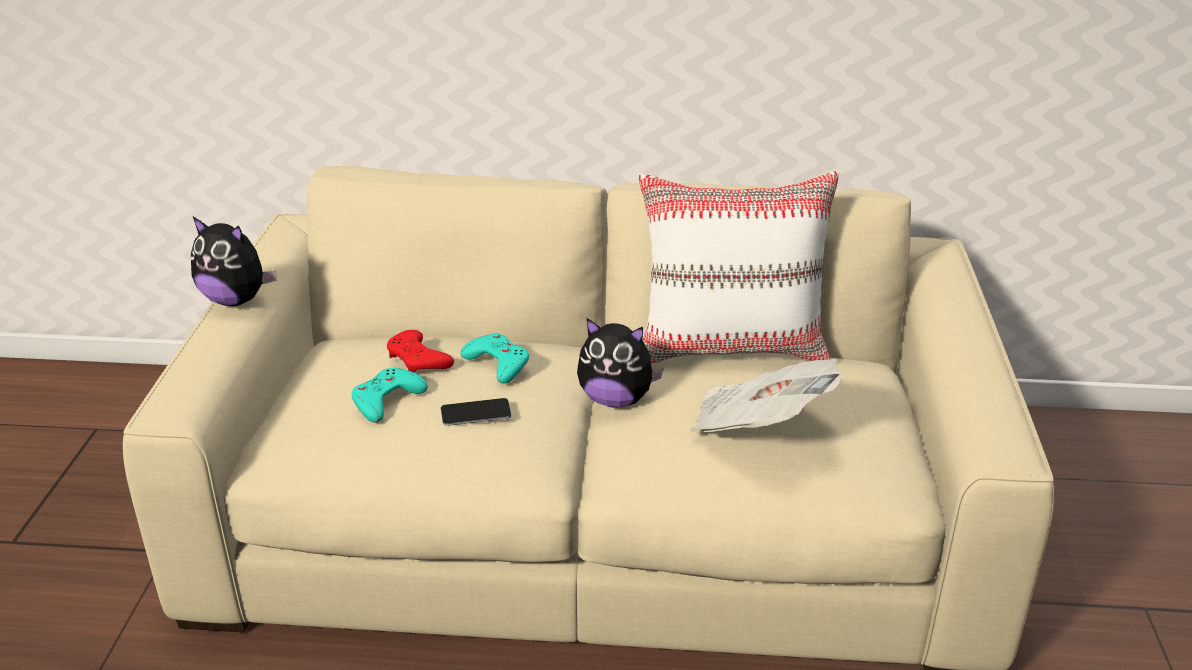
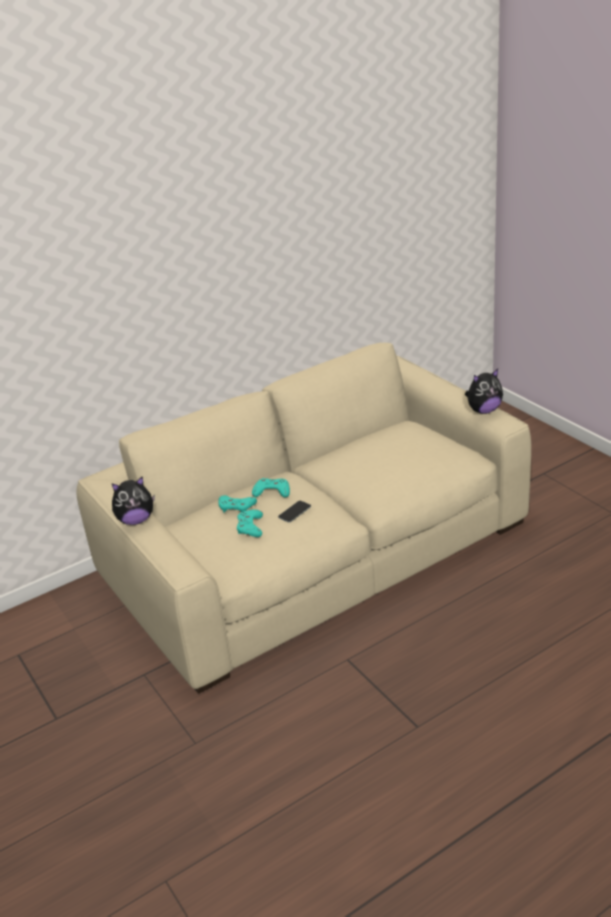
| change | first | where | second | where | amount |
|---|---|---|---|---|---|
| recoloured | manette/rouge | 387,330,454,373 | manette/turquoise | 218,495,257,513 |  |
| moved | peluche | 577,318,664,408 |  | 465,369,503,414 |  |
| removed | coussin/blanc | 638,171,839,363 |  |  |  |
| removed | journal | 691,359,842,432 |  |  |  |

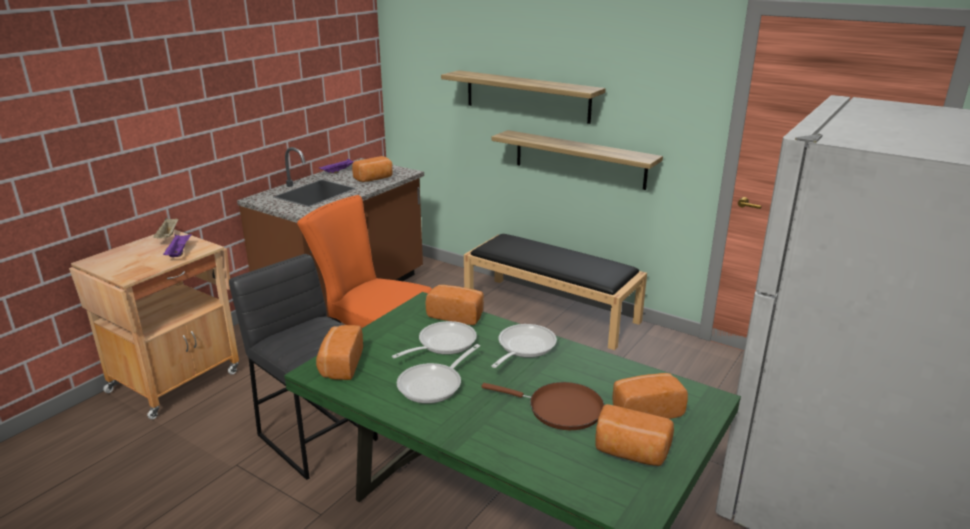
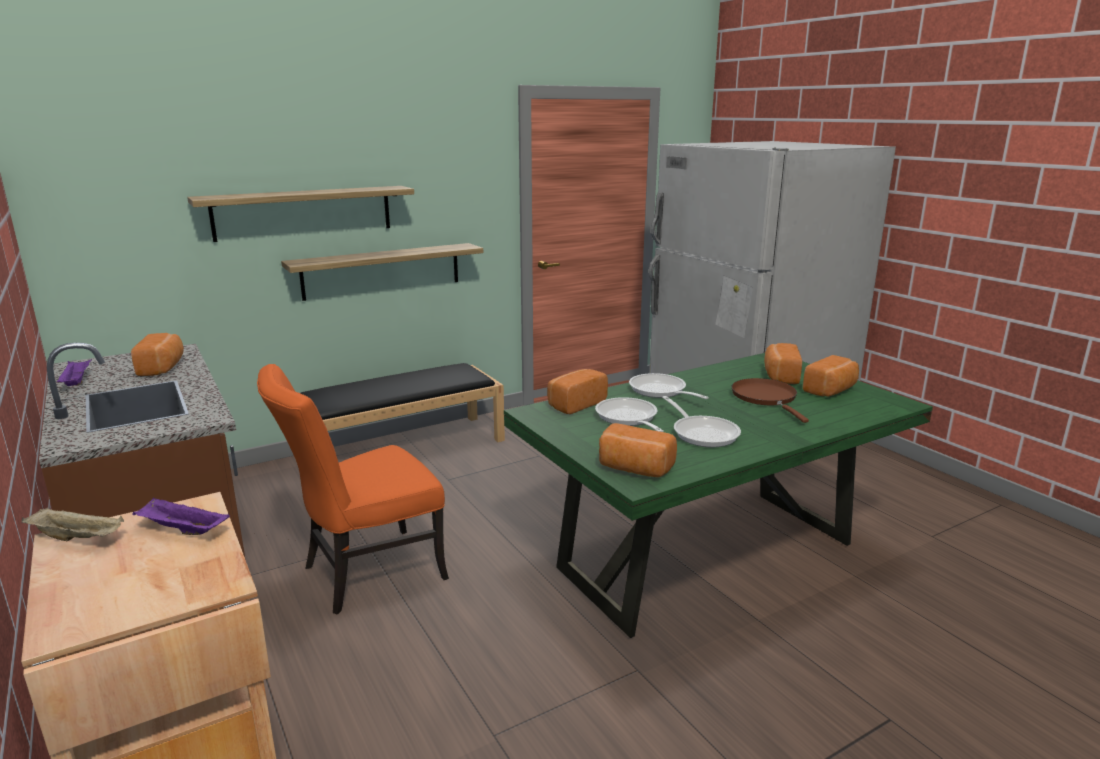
| change | first | where | second | where | amount |
|---|---|---|---|---|---|
| removed | tabouret/gris | 229,254,378,480 |  |  |  |
| turned | poêle/marron | 481,382,604,430 |  | 732,378,809,423 | 60 degrees counterclockwise |

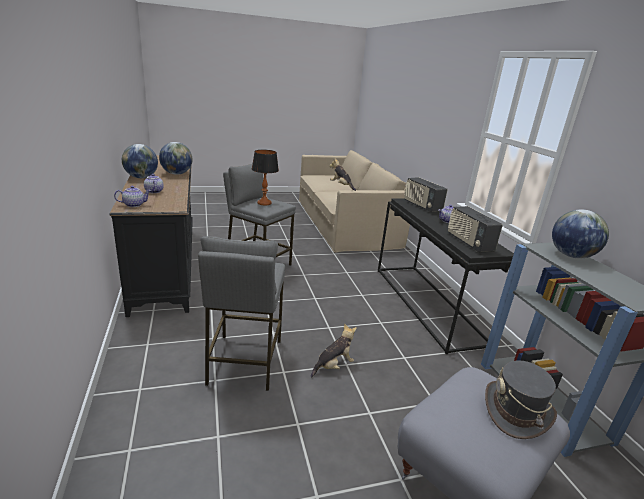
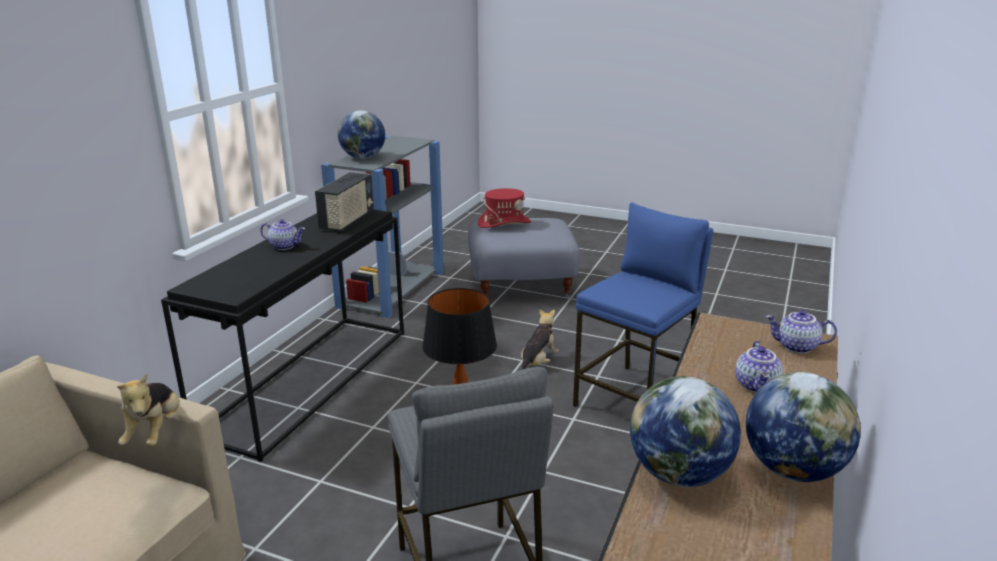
| change | first | where | second | where | amount |
|---|---|---|---|---|---|
| recoloured | tabouret/gris | 198,236,285,391 | tabouret/bleu | 573,202,713,407 |  |
| turned | peluche | 311,323,357,378 |  | 521,309,559,370 | 120 degrees clockwise |
| removed | radio | 404,177,448,212 |  |  |  |
| recoloured | chapeau/gris | 485,360,557,439 | chapeau/rouge | 478,188,531,228 |  |

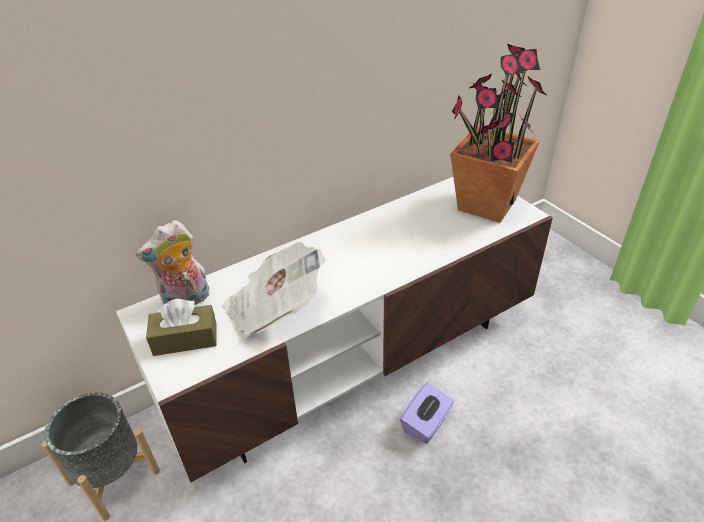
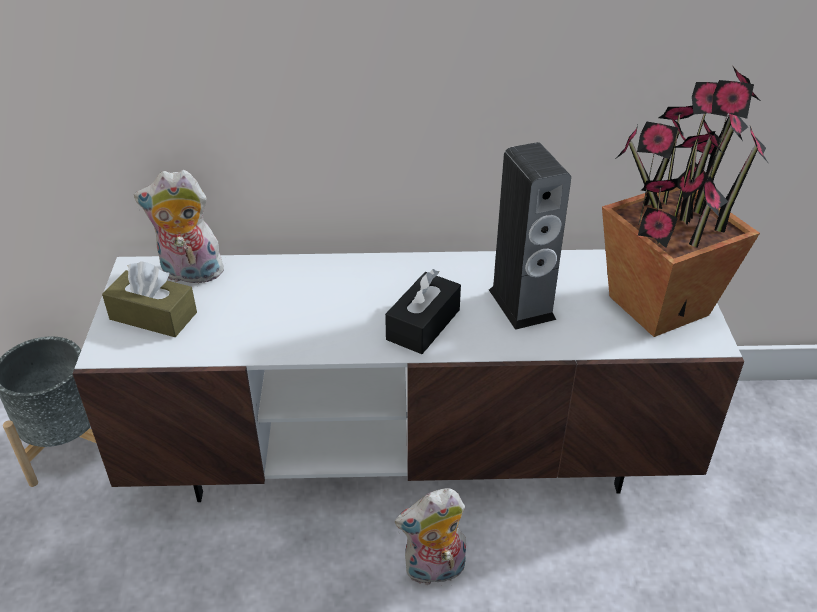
| change | first | where | second | where | amount |
|---|---|---|---|---|---|
| removed | journal | 223,242,325,338 |  |  |  |
| replaced | boîte à mouchoirs/violet | 400,382,454,444 | peluche | 395,488,466,585 |  |
| added |  |  | boîte à mouchoirs/noir | 385,269,461,354 |  |
| added |  |  | enceinte | 489,142,571,330 |  |

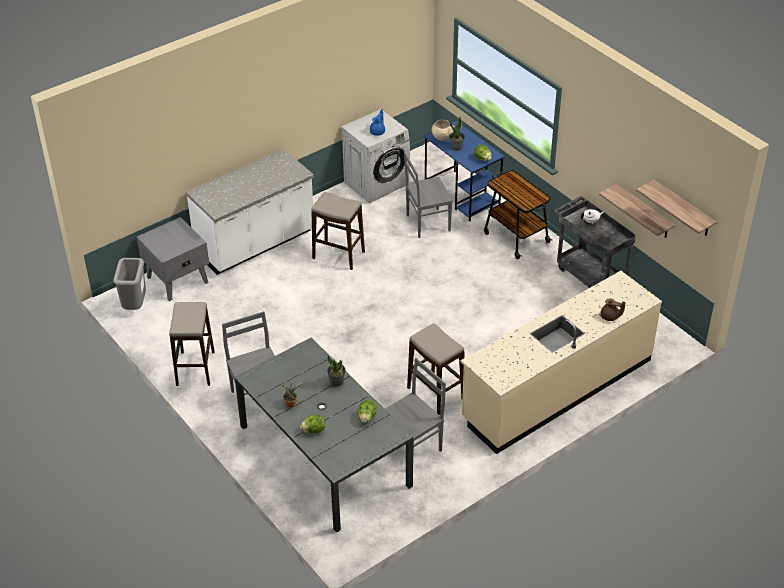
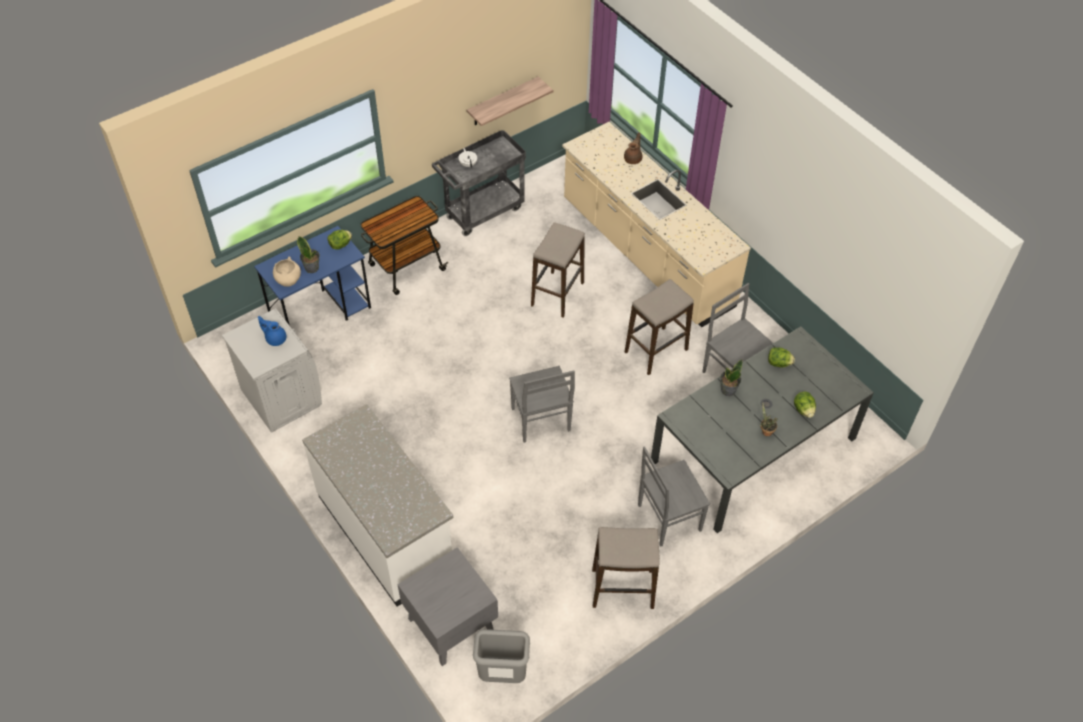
| change | first | where | second | where | amount |
|---|---|---|---|---|---|
| moved | tabouret | 312,192,365,270 |  | 531,222,585,318 |  |
| moved | chaise/gris | 404,152,453,238 |  | 509,366,575,443 |  |
| removed | étagère | 636,180,717,236 |  |  |  |

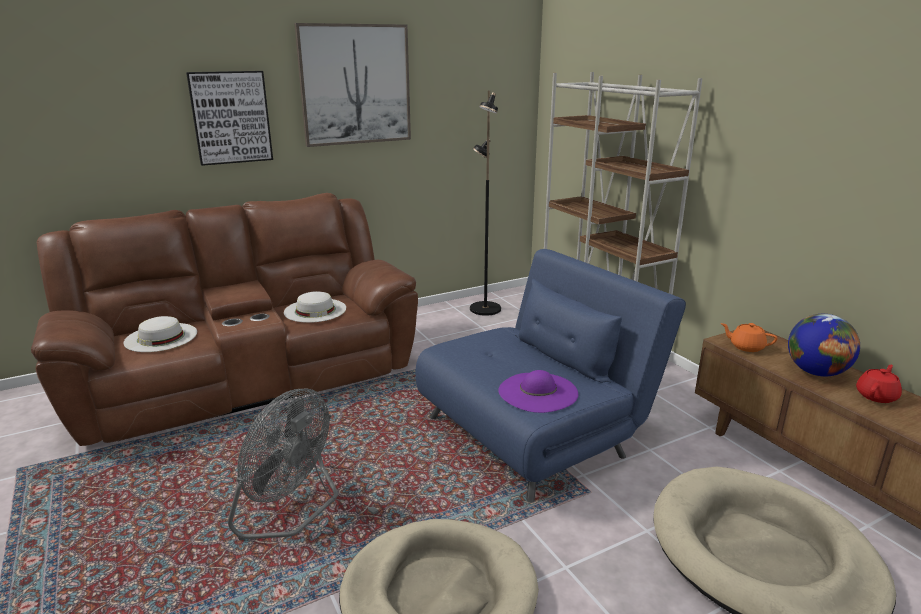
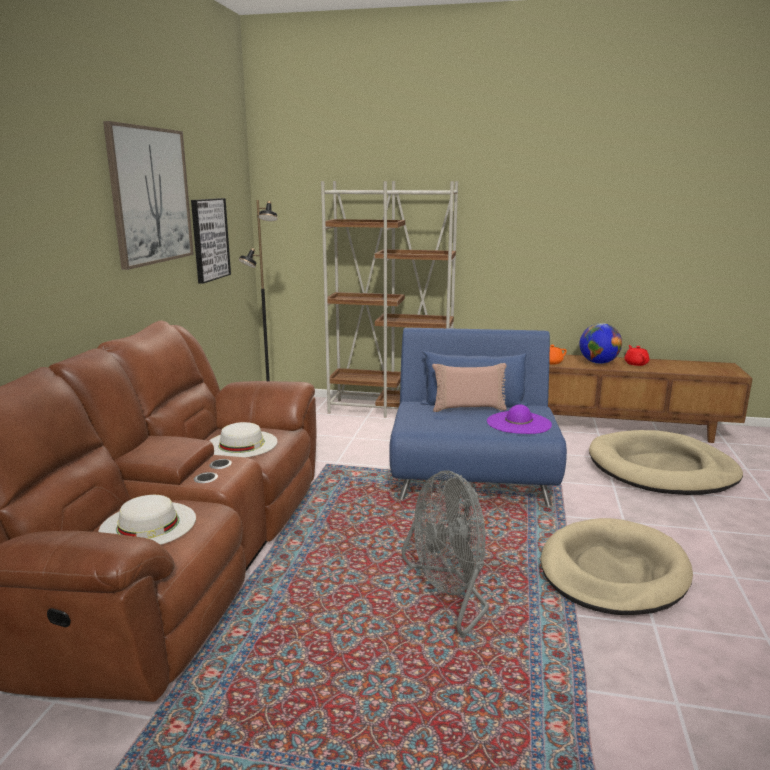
| change | first | where | second | where | amount |
|---|---|---|---|---|---|
| moved | tableau | 186,71,273,166 |  | 191,198,231,284 |  |
| added |  |  | coussin/beige | 432,363,507,412 |  |

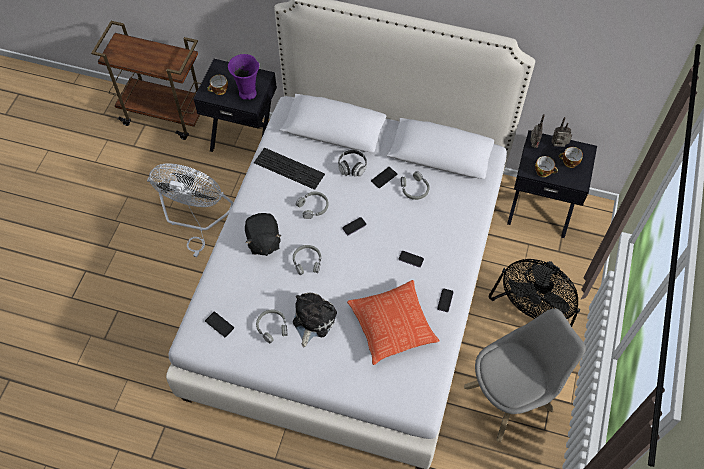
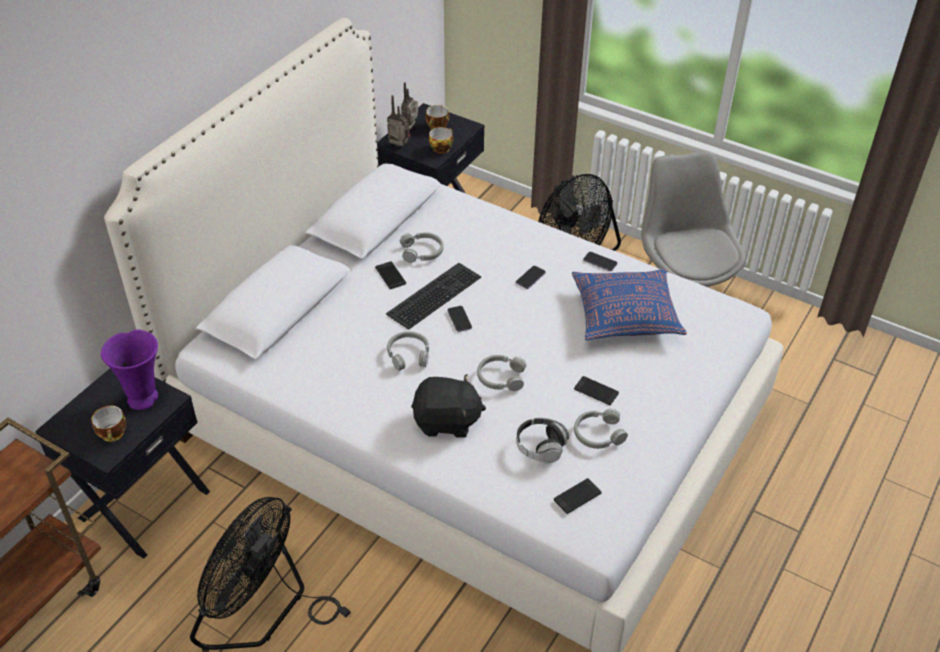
| change | first | where | second | where | amount |
|---|---|---|---|---|---|
| recoloured | ventilateur/blanc | 147,164,233,257 | ventilateur/noir | 190,497,351,652 |  |
| moved | clavier | 254,147,325,190 |  | 386,263,481,330 |  |
| replaced | peluche | 293,292,337,348 | téléphone | 574,376,619,405 |  |
| moved | casque audio | 338,150,367,177 |  | 516,417,569,463 |  |
| recoloured | coussin/orange | 347,280,440,365 | coussin/bleu | 572,268,687,340 |  |

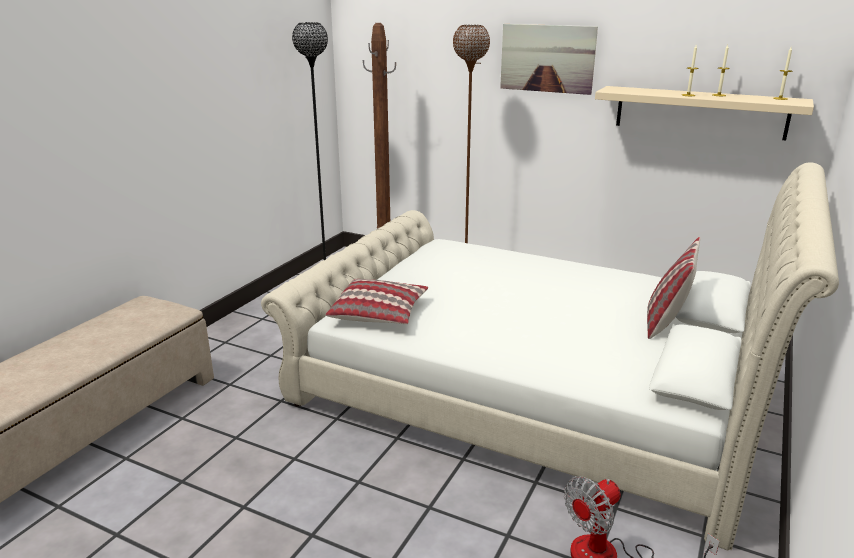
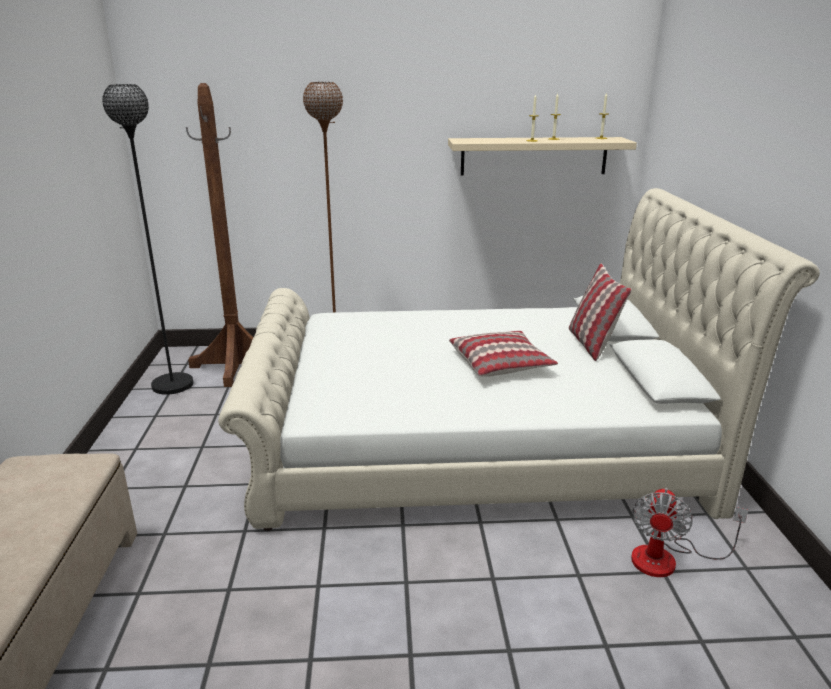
| change | first | where | second | where | amount |
|---|---|---|---|---|---|
| moved | coussin | 325,279,428,324 |  | 449,331,558,377 |  |
| removed | tableau | 500,24,598,95 |  |  |  |

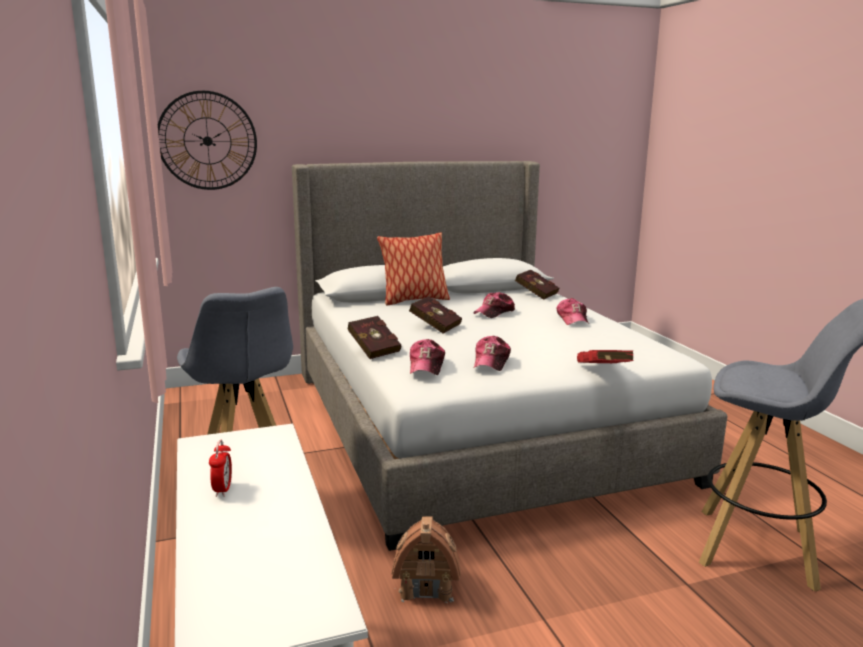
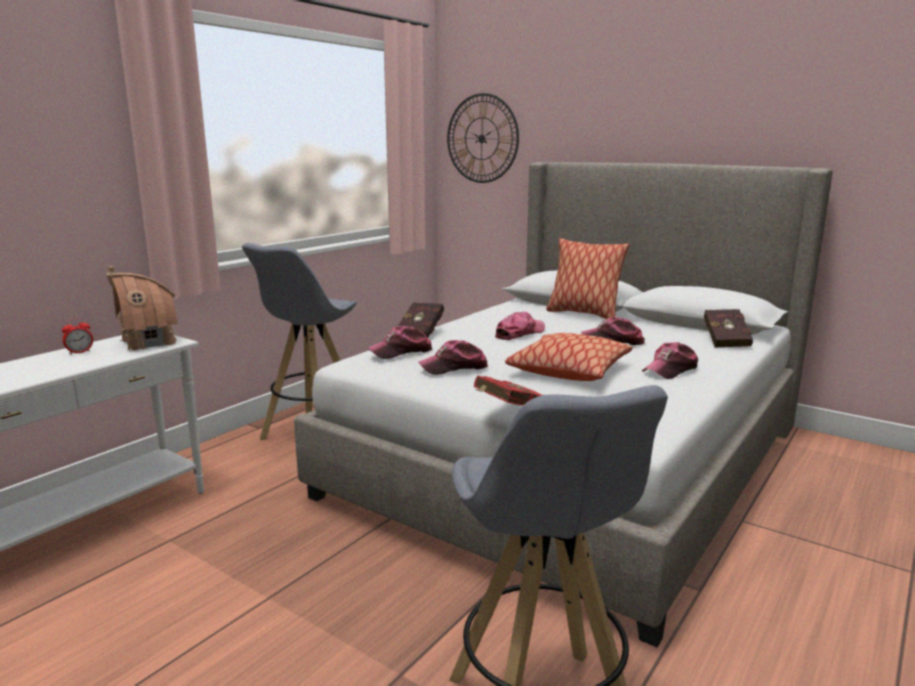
| change | first | where | second | where | amount |
|---|---|---|---|---|---|
| moved | maison miniature | 391,516,461,603 |  | 106,266,178,352 |  |
| replaced | livre/rouge | 409,296,462,334 | casquette | 495,312,545,340 |  |
| added |  |  | coussin | 505,333,632,381 |  |

